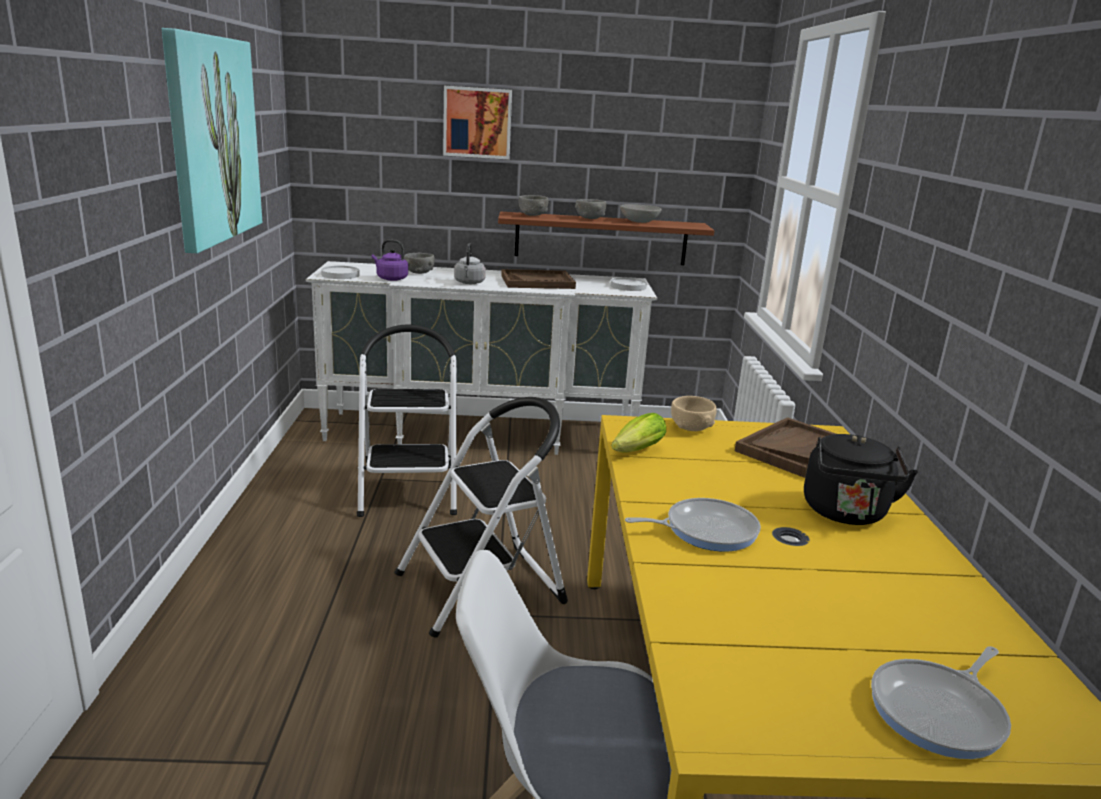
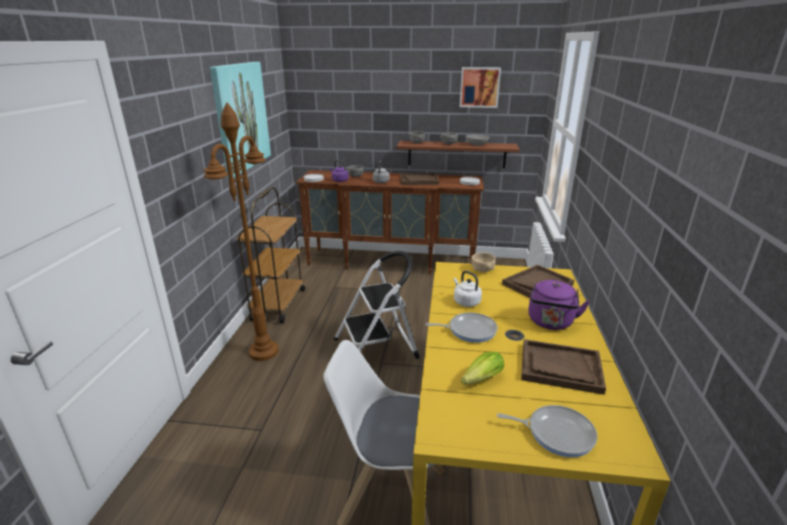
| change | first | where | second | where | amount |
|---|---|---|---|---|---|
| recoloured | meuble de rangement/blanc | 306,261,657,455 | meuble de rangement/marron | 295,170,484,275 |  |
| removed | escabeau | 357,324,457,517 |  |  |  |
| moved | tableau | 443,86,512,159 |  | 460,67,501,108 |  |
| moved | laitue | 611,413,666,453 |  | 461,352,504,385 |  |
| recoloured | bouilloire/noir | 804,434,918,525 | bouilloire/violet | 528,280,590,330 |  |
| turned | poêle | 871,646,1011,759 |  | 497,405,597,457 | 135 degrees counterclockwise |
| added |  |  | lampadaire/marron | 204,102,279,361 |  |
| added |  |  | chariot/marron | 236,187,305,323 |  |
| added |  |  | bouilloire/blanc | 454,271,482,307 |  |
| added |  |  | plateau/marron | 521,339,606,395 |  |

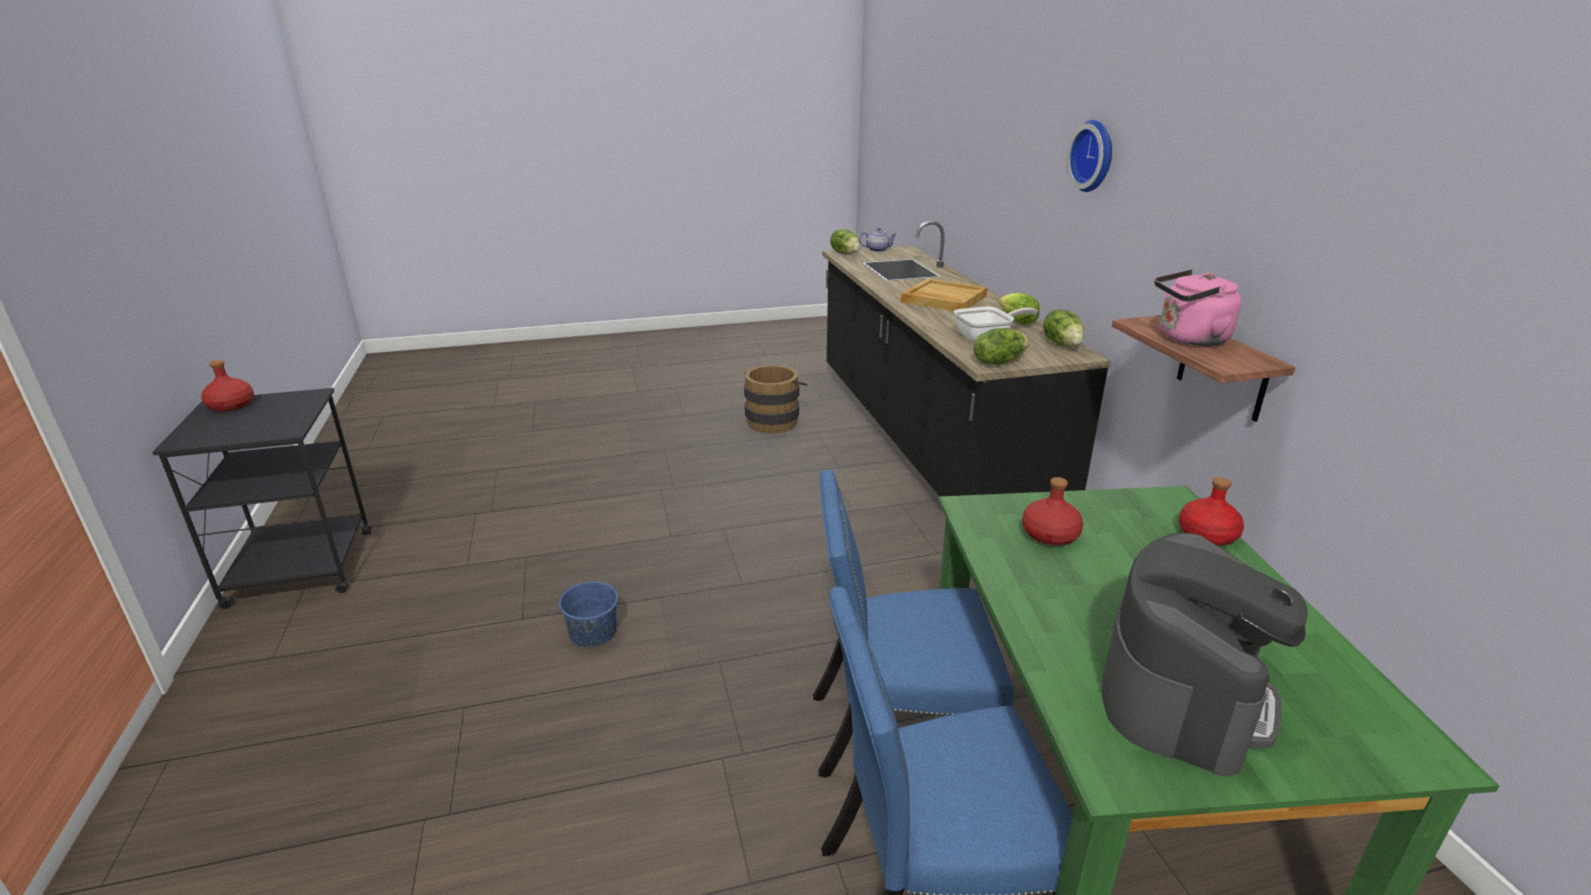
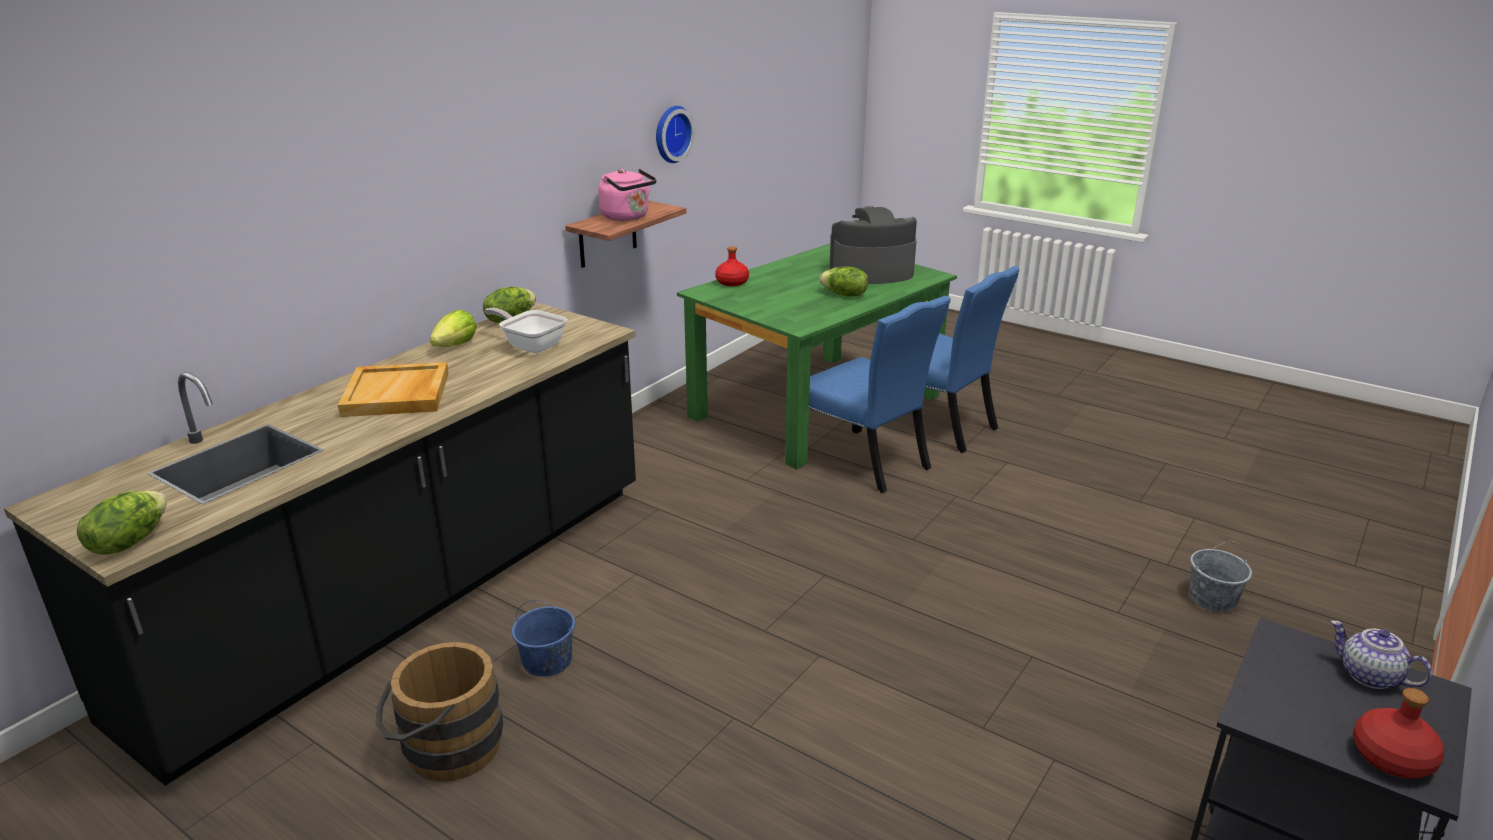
| change | first | where | second | where | amount |
|---|---|---|---|---|---|
| moved | seau/bleu | 559,570,618,647 |  | 512,600,575,677 |  |
| moved | théière | 859,228,897,252 |  | 1330,620,1432,689 |  |
| moved | laitue | 973,328,1029,365 |  | 820,267,868,296 |  |
| removed | bouteille/rouge | 1022,477,1083,545 |  |  |  |
| moved | horloge murale | 1066,120,1112,192 |  | 656,106,695,163 |  |
| added |  |  | seau/gris | 1189,541,1252,612 |  |

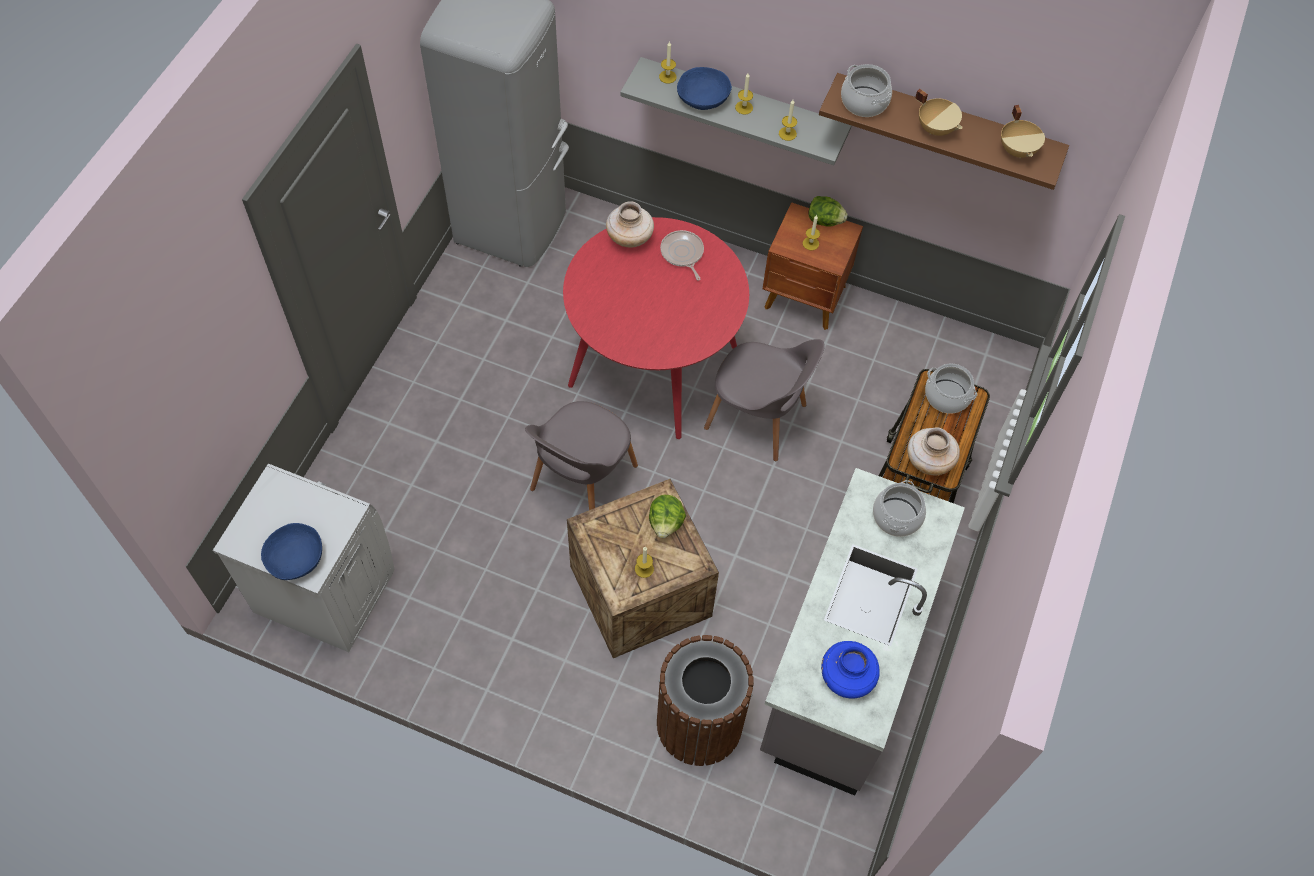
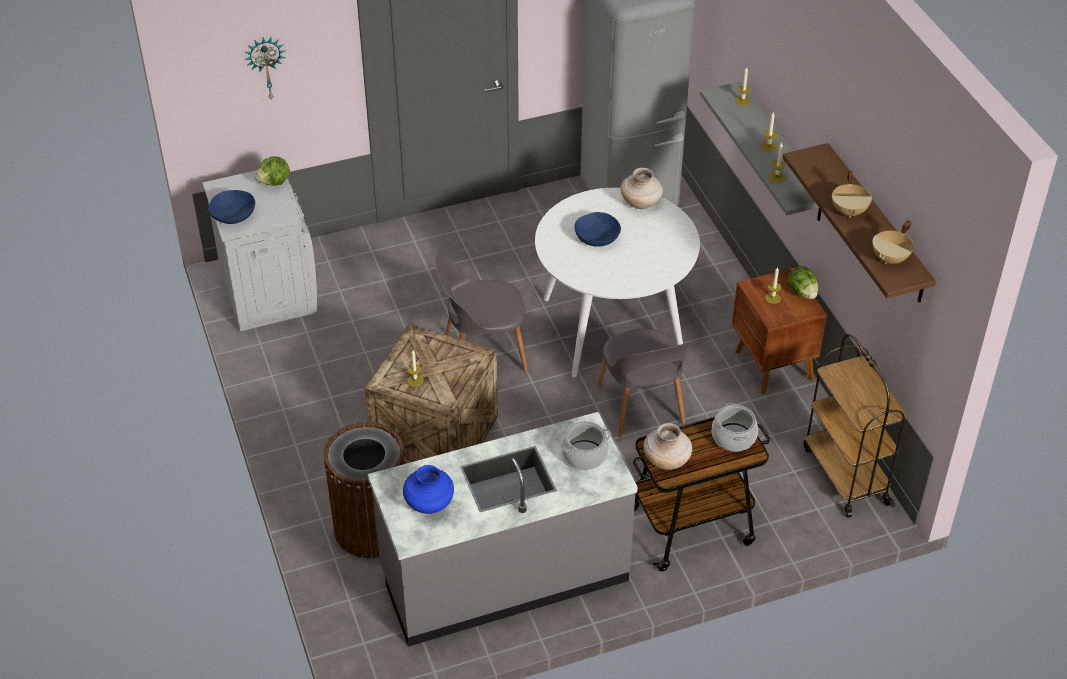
| change | first | where | second | where | amount |
|---|---|---|---|---|---|
| recoloured | table à manger/rouge | 563,217,749,439 | table à manger/blanc | 535,188,700,378 |  |
| moved | laitue | 649,495,686,538 |  | 255,156,290,186 |  |
| removed | poêle | 660,230,704,280 |  |  |  |
| moved | bol/bleu | 677,67,732,110 |  | 574,212,621,247 |  |
| removed | marmite | 841,64,892,117 |  |  |  |
| added |  |  | horloge murale | 244,38,285,101 |  |
| added |  |  | chariot/marron | 804,334,907,517 |  |

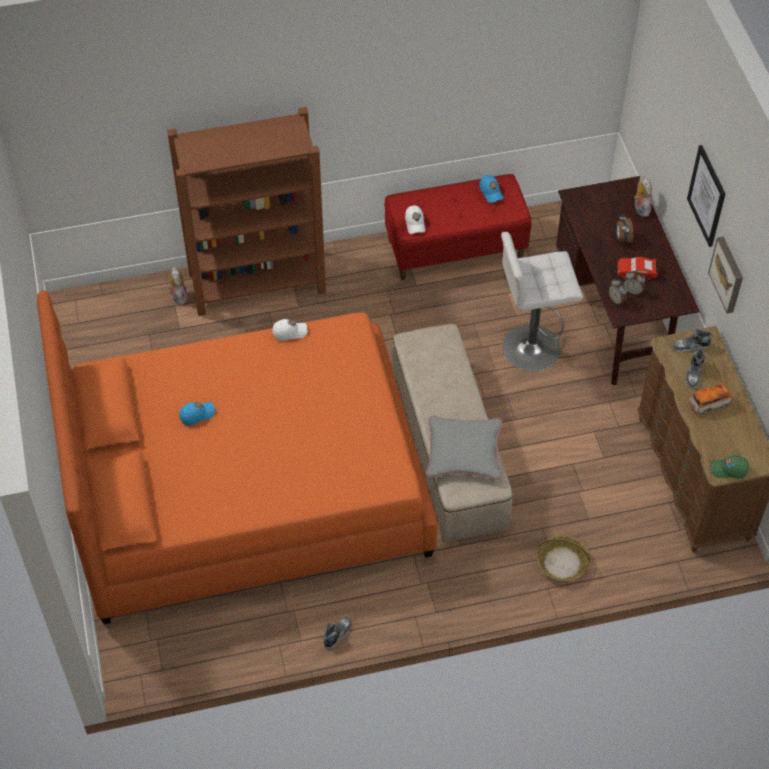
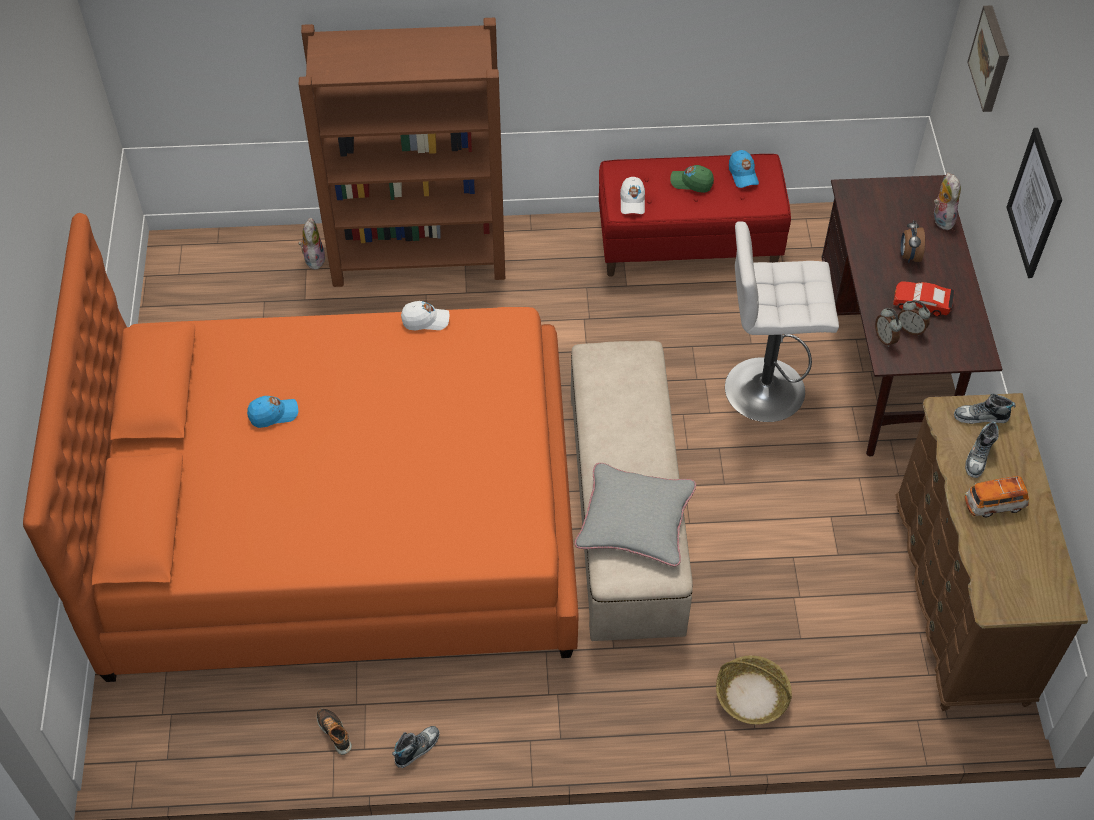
| change | first | where | second | where | amount |
|---|---|---|---|---|---|
| moved | tableau | 708,237,743,314 |  | 968,5,1009,112 |  |
| moved | casquette/vert | 711,455,749,479 |  | 670,165,714,193 |  |
| added |  |  | chaussure | 317,708,352,755 |  |

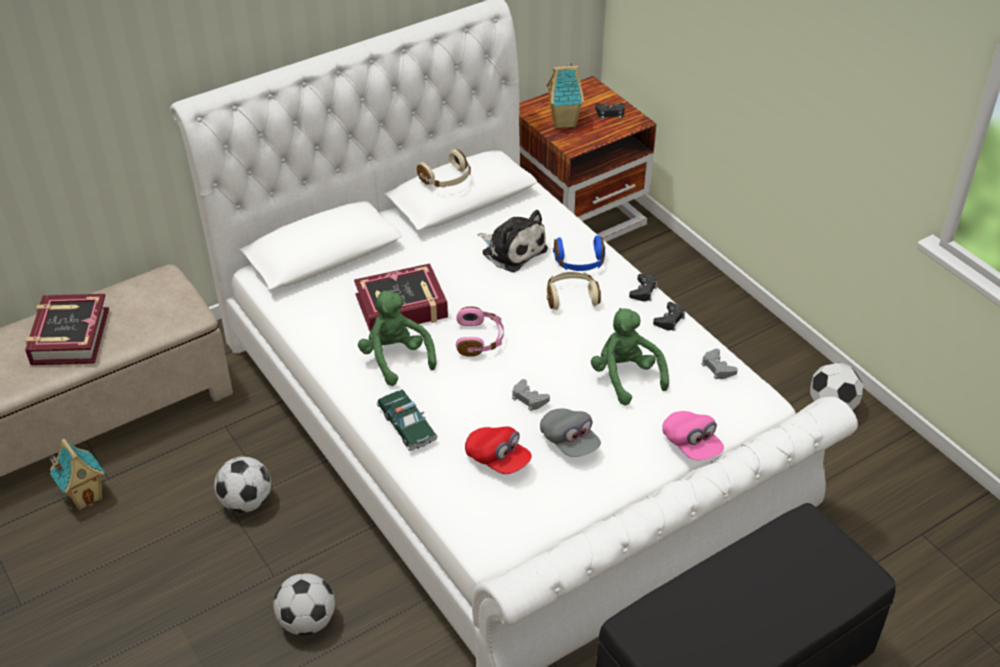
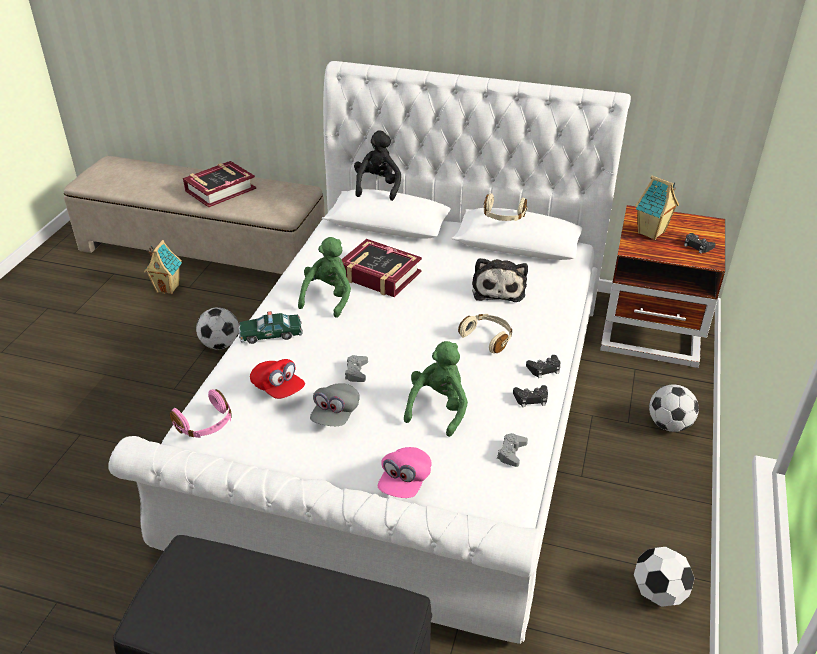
| change | first | where | second | where | amount |
|---|---|---|---|---|---|
| moved | ballon de foot | 273,573,335,635 |  | 649,385,699,432 |  |
| turned | petite voiture | 376,389,438,451 |  | 238,311,303,344 | 60 degrees clockwise |
| moved | casque audio/rose | 456,307,504,357 |  | 170,389,232,438 |  |
| turned | casquette/rouge | 465,426,532,474 |  | 250,359,305,399 | 45 degrees counterclockwise |
| removed | casque audio/bleu | 553,235,605,271 |  |  |  |
| added |  |  | peluche/noir | 354,130,401,201 |  |

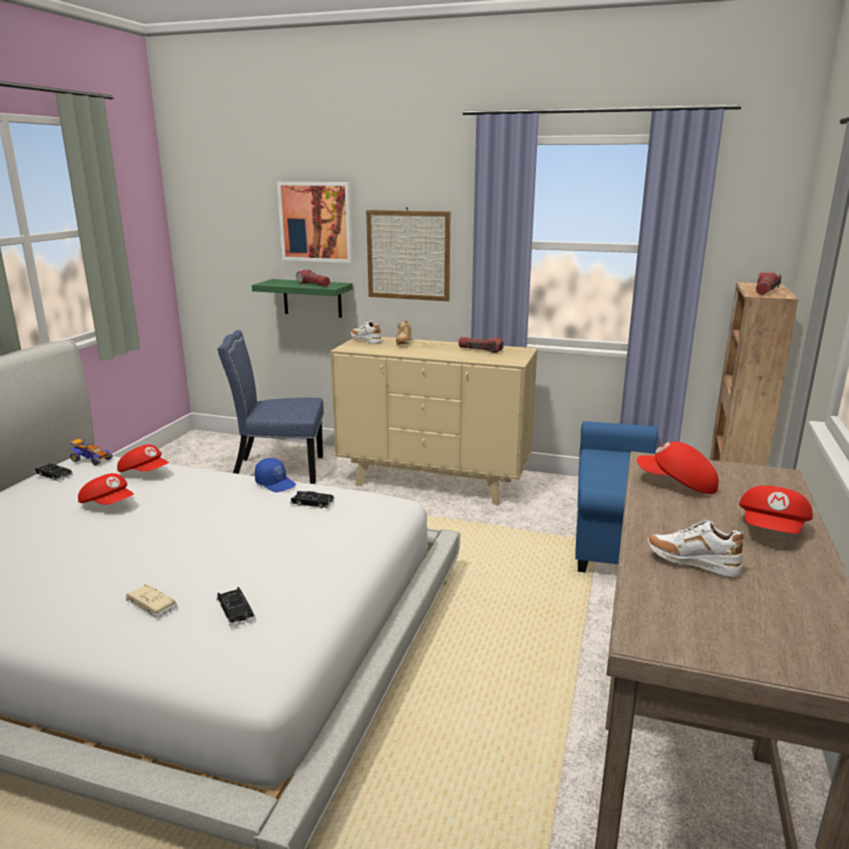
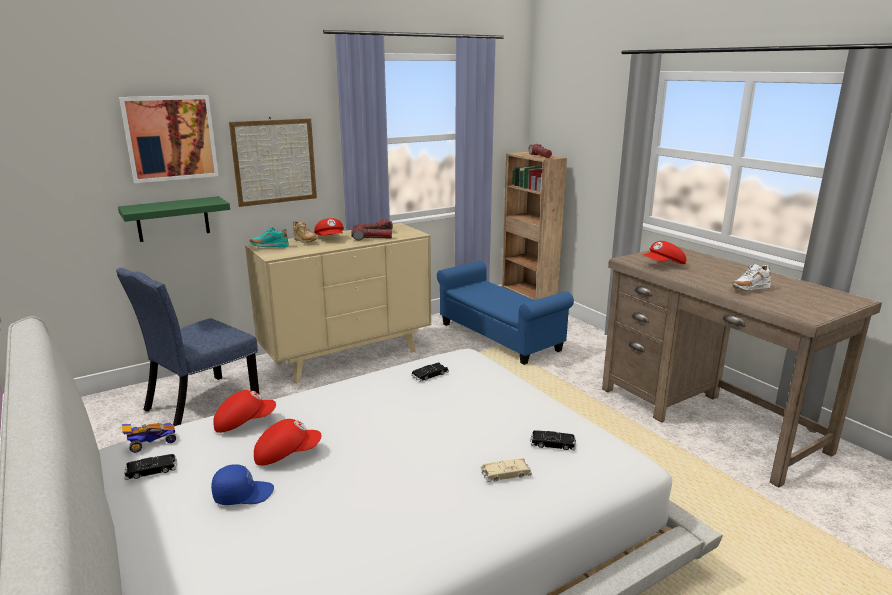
| change | first | where | second | where | amount |
|---|---|---|---|---|---|
| moved | casquette/bleu | 255,458,296,492 |  | 211,464,274,505 |  |
| moved | lampe de poche | 296,270,330,287 |  | 351,226,392,241 |  |
| recoloured | chaussure/blanc | 351,321,381,344 | chaussure/turquoise | 250,227,289,248 |  |
| moved | casquette/rouge | 739,485,813,534 |  | 314,218,344,235 |  |

